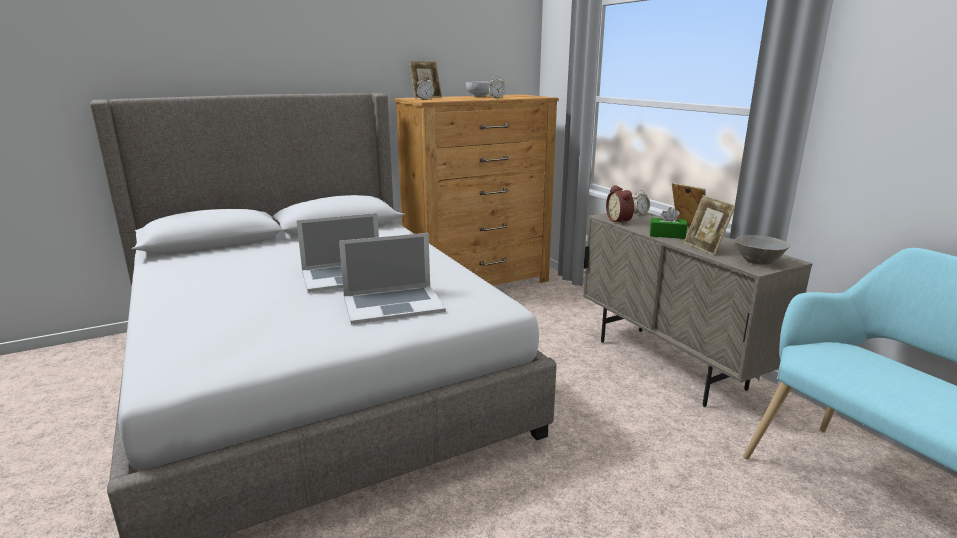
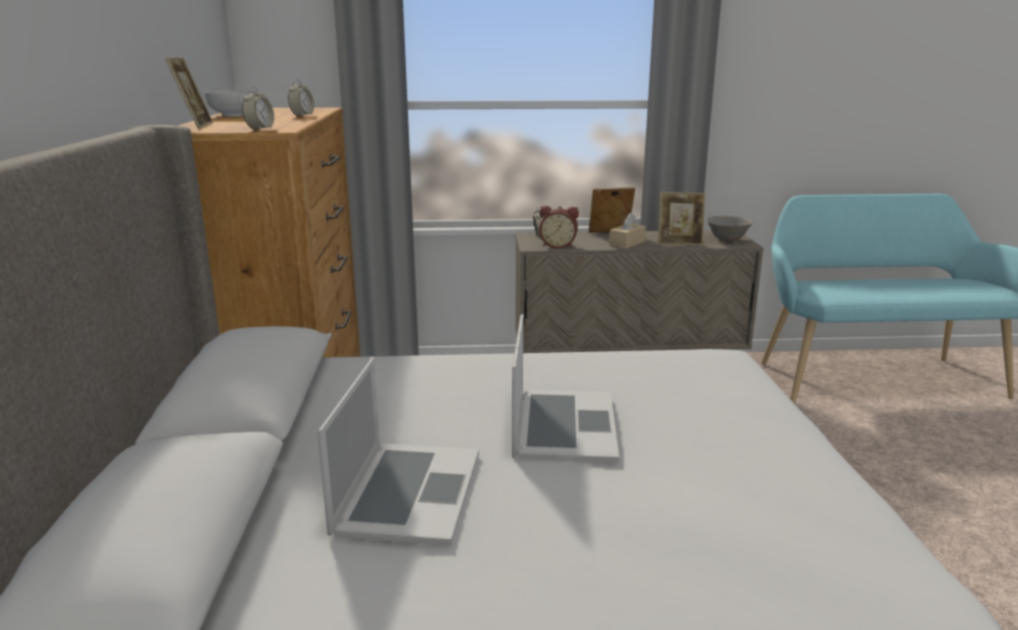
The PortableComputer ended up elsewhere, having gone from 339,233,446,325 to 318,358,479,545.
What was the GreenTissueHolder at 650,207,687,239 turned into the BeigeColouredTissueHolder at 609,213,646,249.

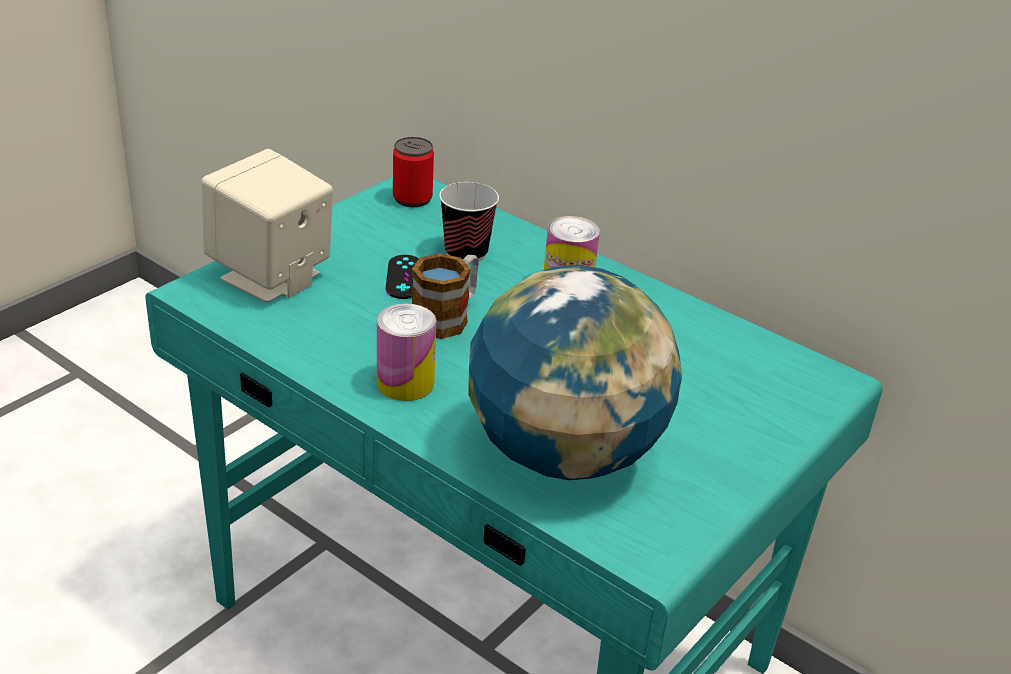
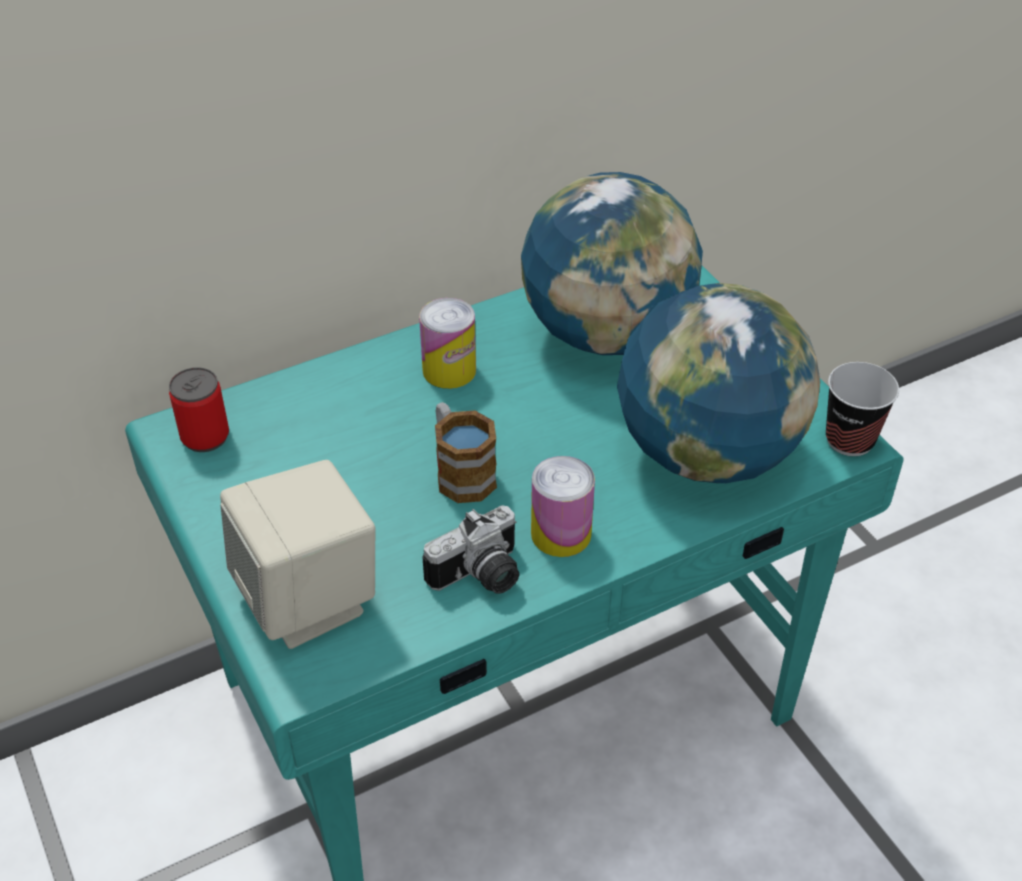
The second view lost the BlackishGamepad at 385,255,419,299.
The second view gained the PhotoCamera at 423,505,519,594.
The second view gained the DeskGlobe at 521,172,703,355.
The DrinkingCup ended up elsewhere, having gone from 439,182,499,264 to 826,362,899,456.

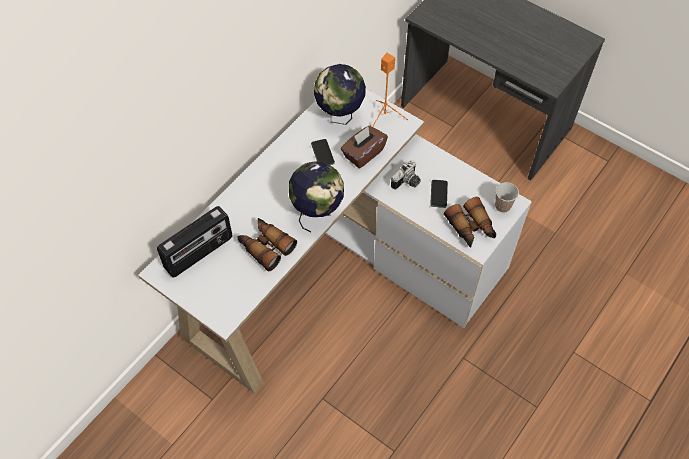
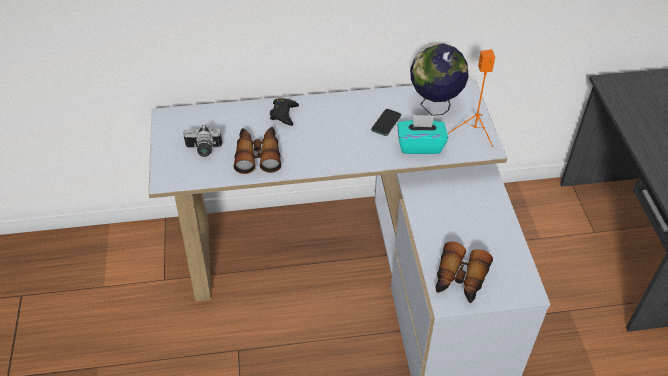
The second view lost the Radio at 157,206,232,278.
The second view lost the DeskGlobe at 289,161,344,232.
The second view lost the Telephone at 430,180,448,208.
The second view lost the DrinkingCup at 495,182,519,213.
The second view gained the BlackishGamepad at 270,98,299,126.
The PhotoCamera ended up elsewhere, having gone from 391,160,421,189 to 183,125,223,157.
What was the BrownTissueHolder at 341,126,388,168 turned into the TurquoiseColouredTissueHolder at 397,114,448,154.

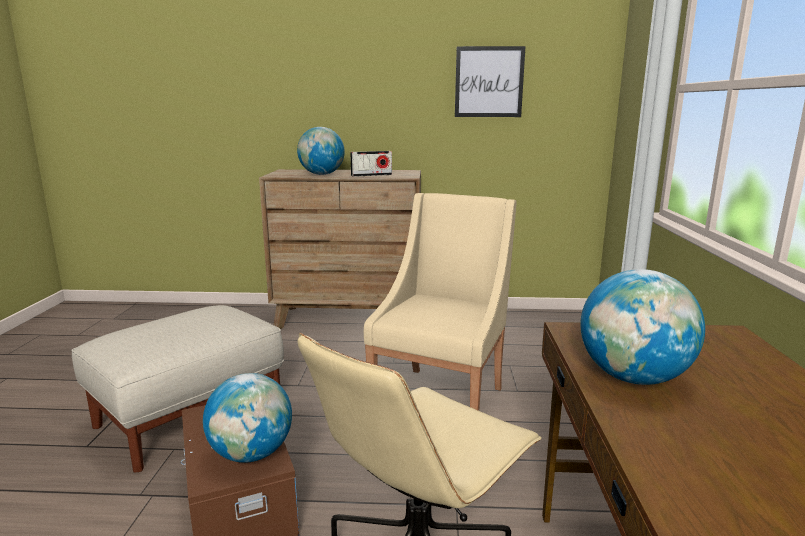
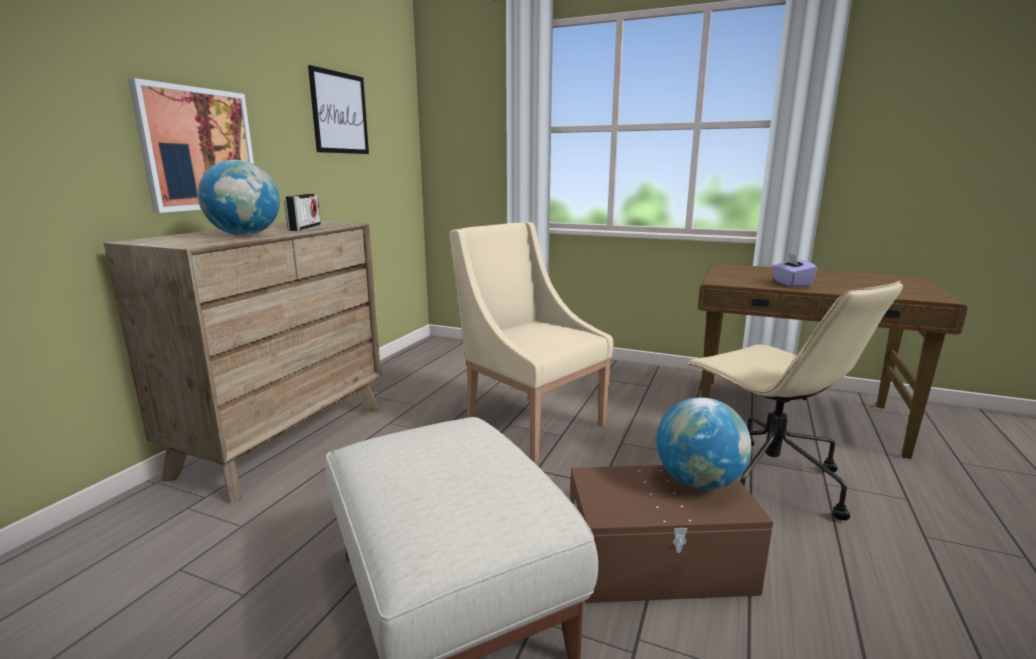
The second view gained the Picture at 128,78,254,213.
Where the DeskGlobe stood at 580,269,705,385, the PurplishTissueHolder came to stand at 772,253,817,287.

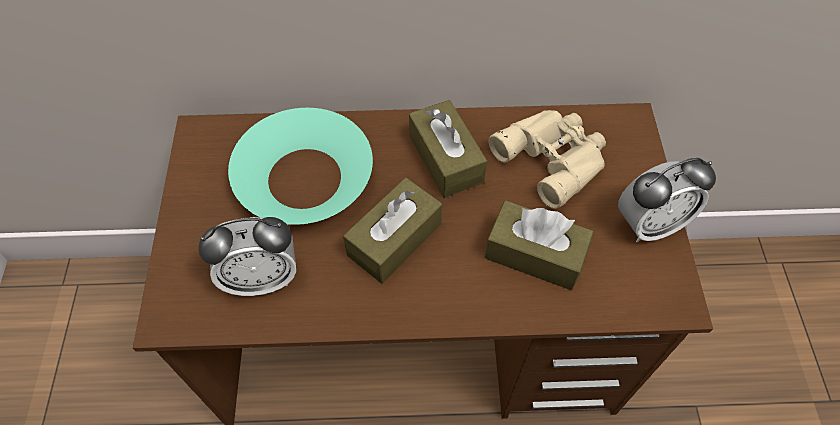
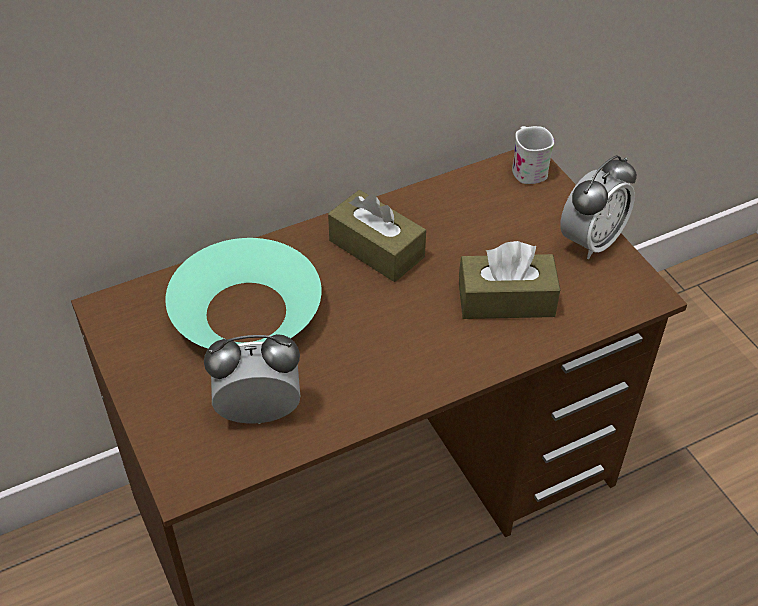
The second view lost the BrownTissueHolder at 343,178,442,283.
The second view lost the BeigeColouredPairOfBinoculars at 489,110,606,209.
The second view gained the WhiteColouredMug at 512,126,554,184.
The TableClock at 198,217,296,296 ended up facing another way, 150 degrees counterclockwise from before.

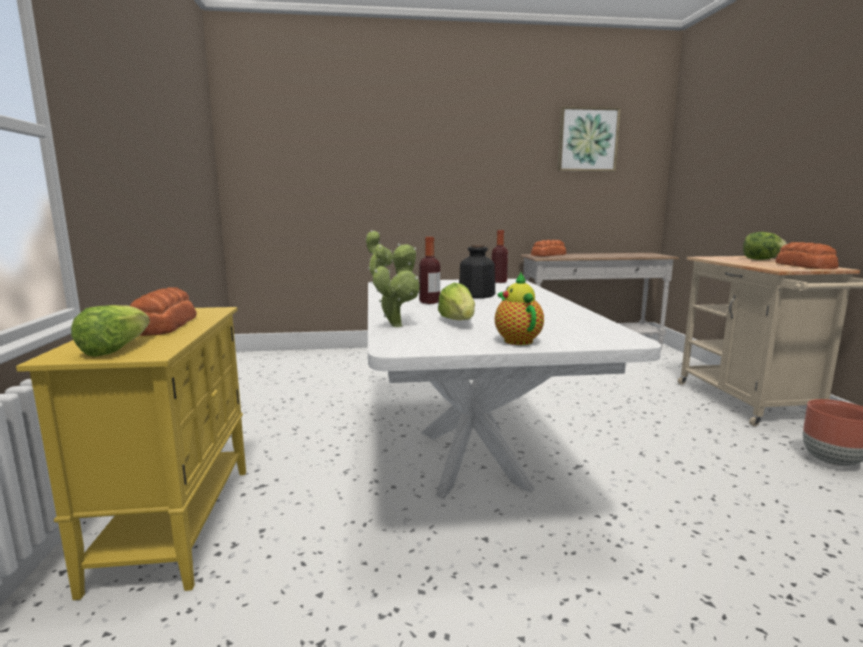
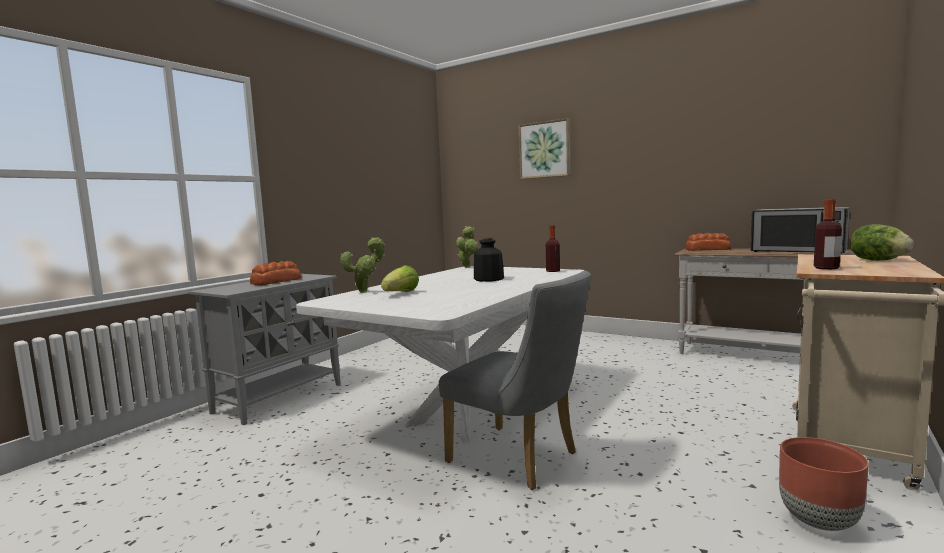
The second view lost the Lettuce at 71,305,150,357.
The second view lost the PotForTea at 495,272,544,345.
The second view lost the BakedBread at 775,242,838,269.
The second view gained the GrayUprightChair at 439,271,591,490.
The second view gained the KitchenMicrowave at 751,207,850,253.
The DrinkBottle ended up elsewhere, having gone from 419,237,440,304 to 814,199,842,269.
The Picture ended up elsewhere, having gone from 557,107,621,172 to 518,118,571,179.
What was the YellowishCupboard at 16,307,246,600 turned into the GrayCupboard at 189,274,341,425.

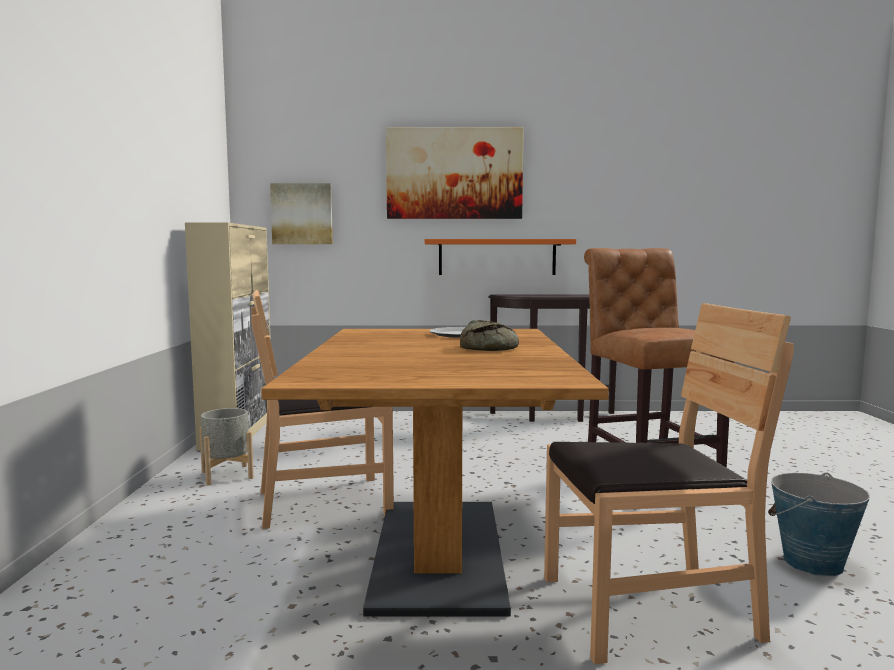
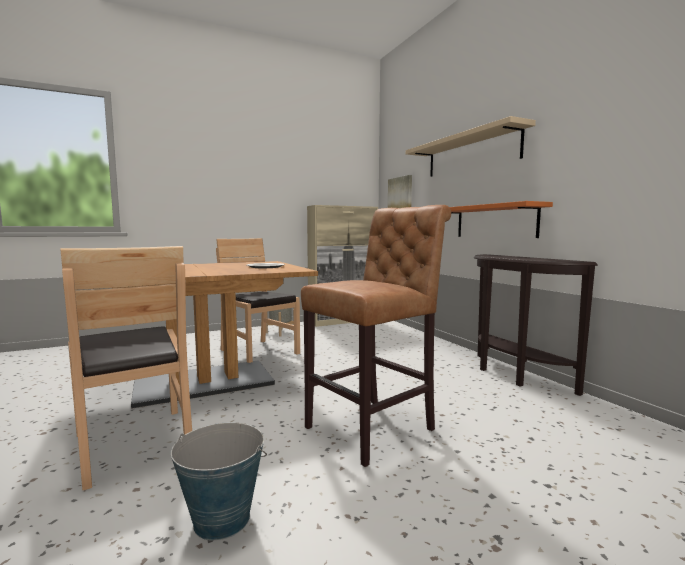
The second view lost the BakedBread at 460,320,519,351.
Where the Picture hung at 386,127,524,219, the BeigeColouredBracketShelf came to hang at 406,116,536,177.

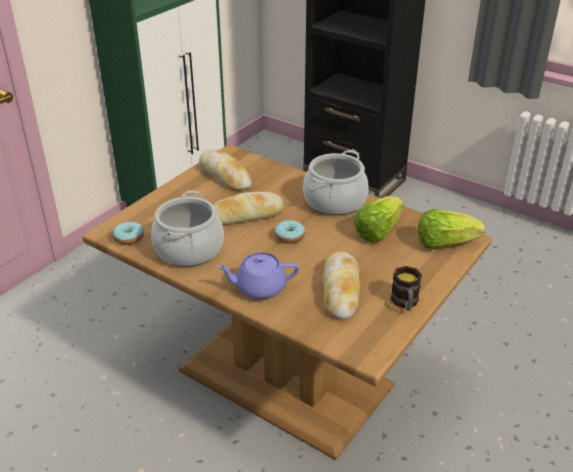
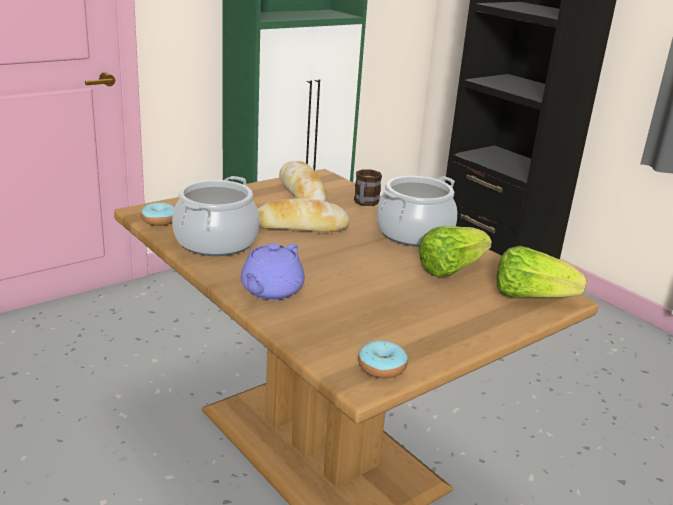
The second view lost the BakedBread at 323,252,360,319.
The Donut ended up elsewhere, having gone from 275,220,305,244 to 358,340,408,378.
The Mug ended up elsewhere, having gone from 391,266,422,311 to 354,169,382,206.
The PurplishPotForTea at 217,252,299,299 ended up facing another way, 75 degrees counterclockwise from before.

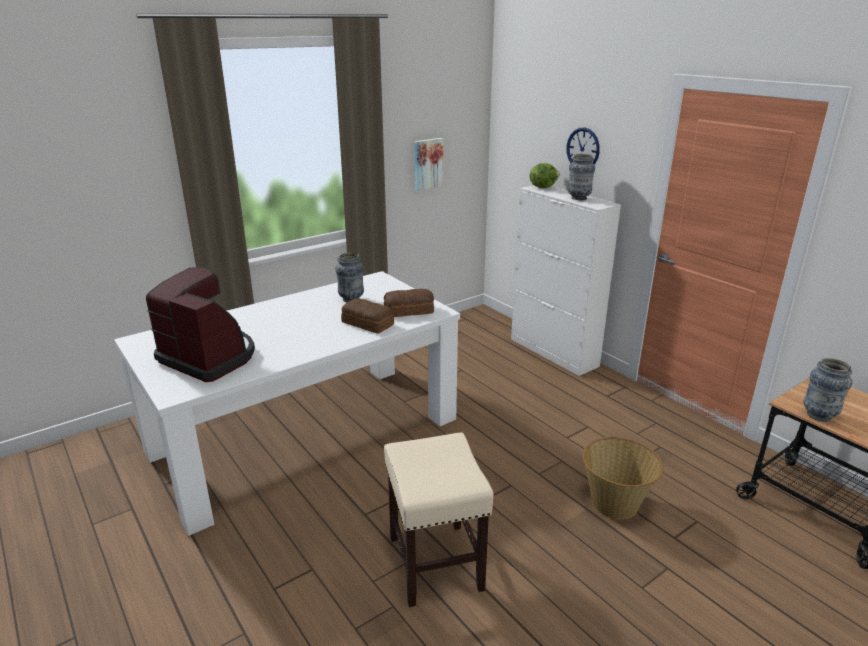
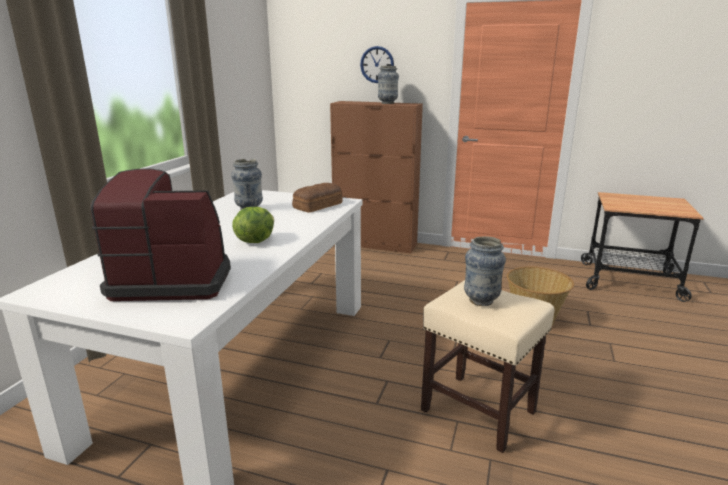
The second view lost the BakedBread at 341,298,394,333.
The second view lost the Picture at 414,138,443,191.
The Lettuce ended up elsewhere, having gone from 530,163,560,188 to 232,207,274,243.
The Vase ended up elsewhere, having gone from 803,358,852,422 to 464,236,506,306.
What was the WhiteColouredCupboard at 511,185,621,376 turned into the BrownCupboard at 330,101,423,253.

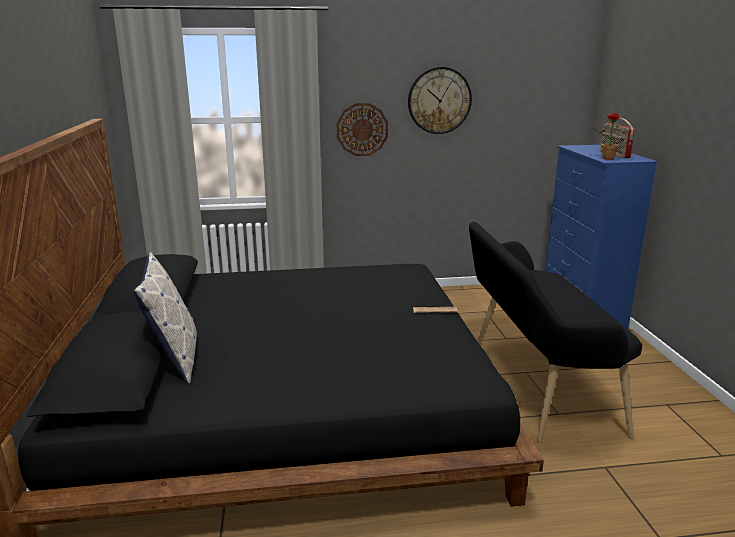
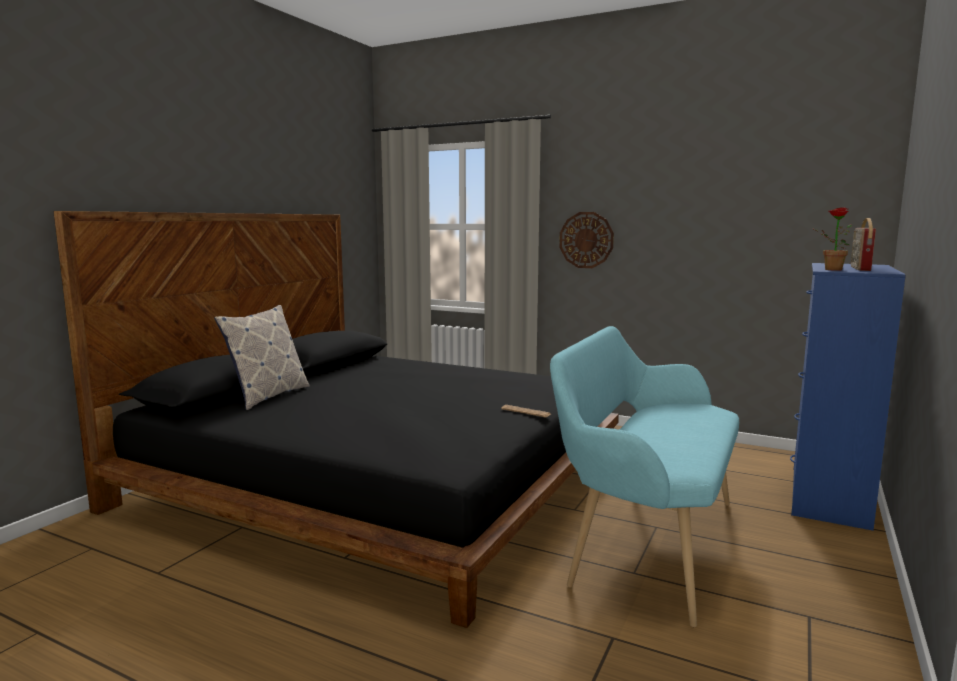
The second view lost the WallClock at 408,67,472,134.
What was the BlackishIndoorBench at 469,222,642,442 turned into the TurquoiseColouredIndoorBench at 550,326,739,627.

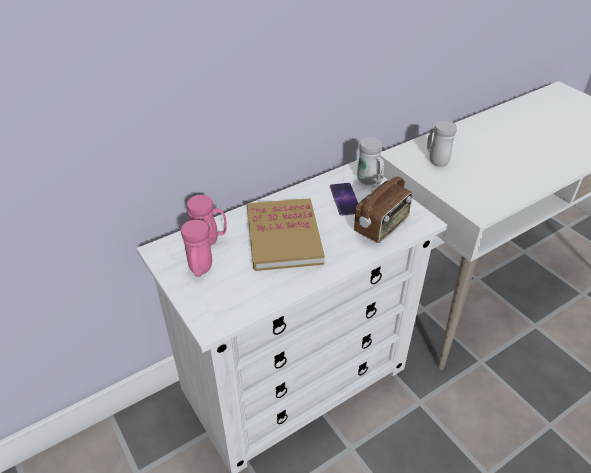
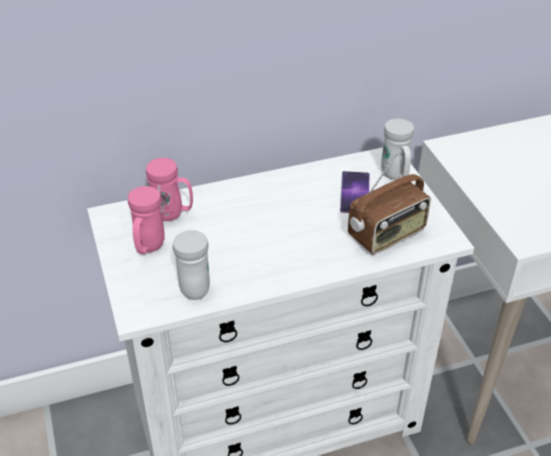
The second view lost the BoundBook at 247,198,325,271.
The WhiteColouredMug ended up elsewhere, having gone from 427,121,457,167 to 173,230,210,300.

